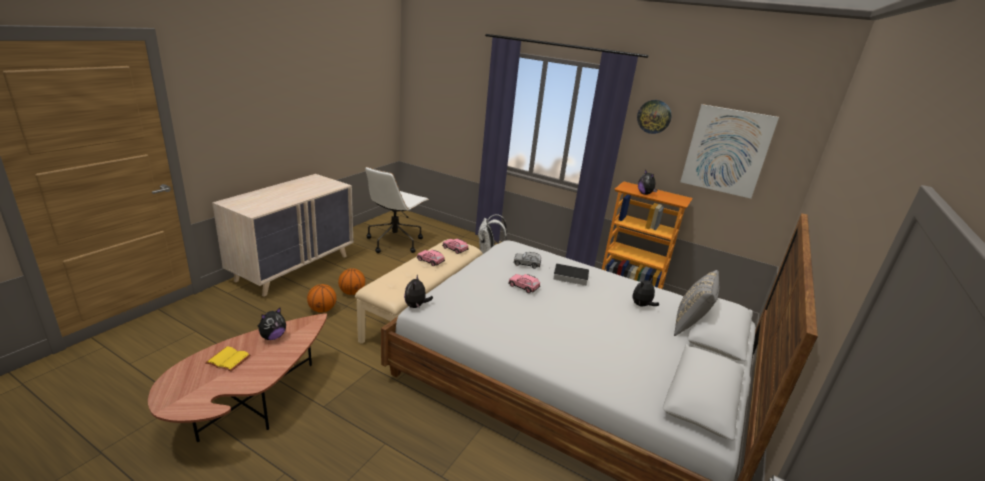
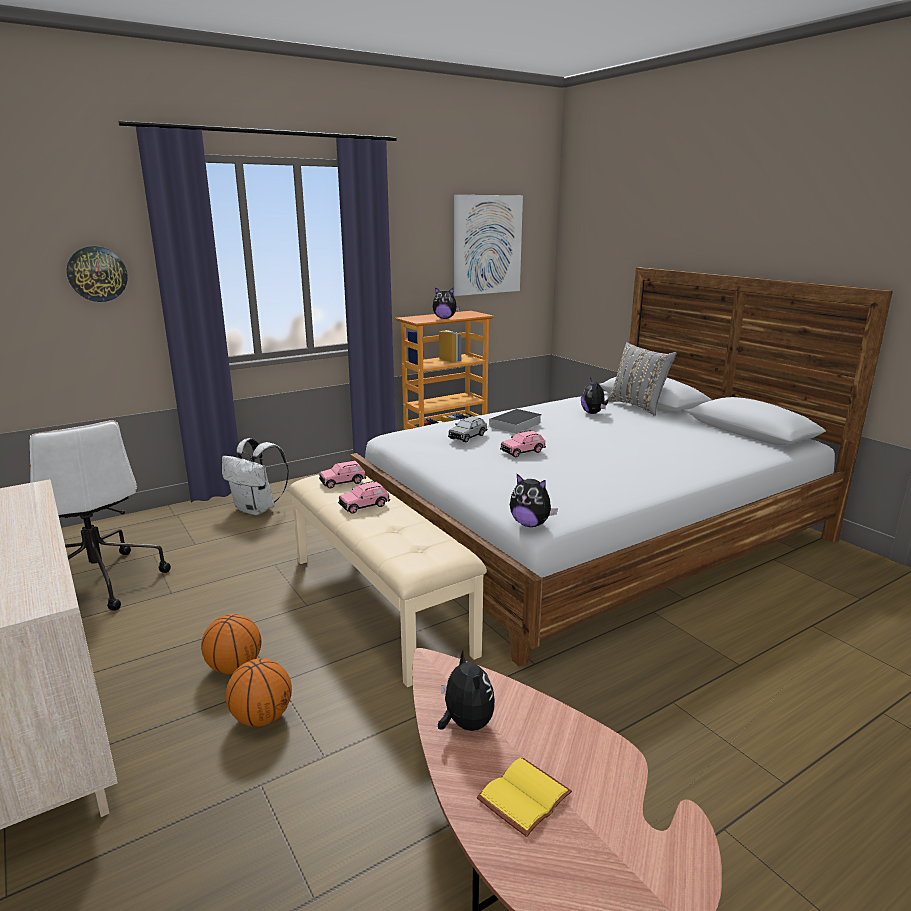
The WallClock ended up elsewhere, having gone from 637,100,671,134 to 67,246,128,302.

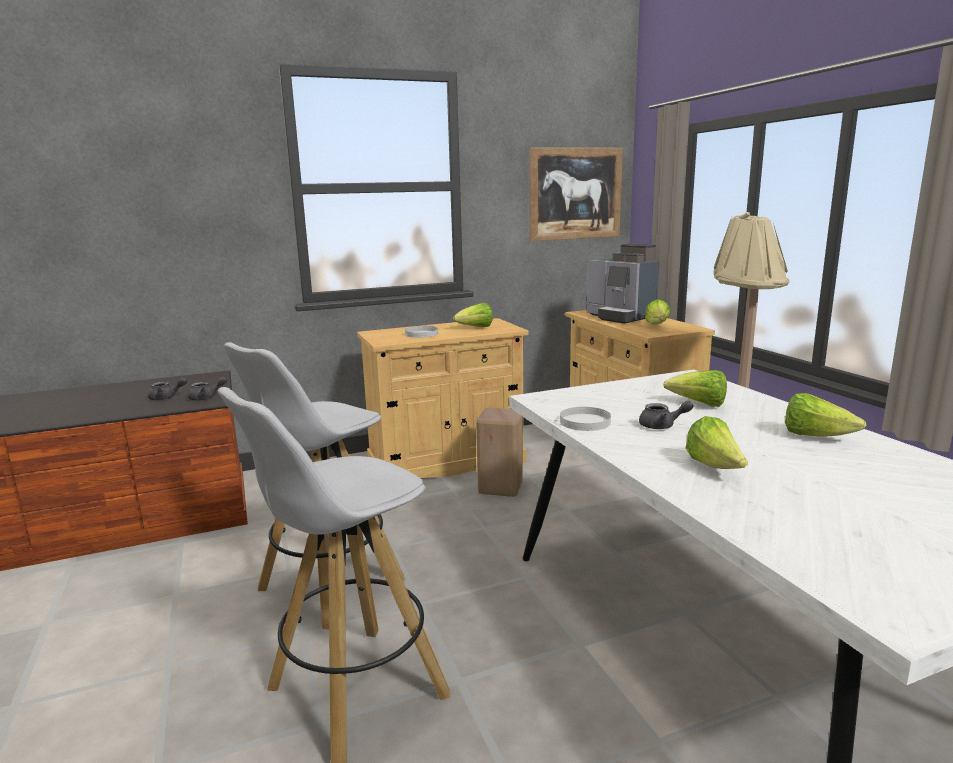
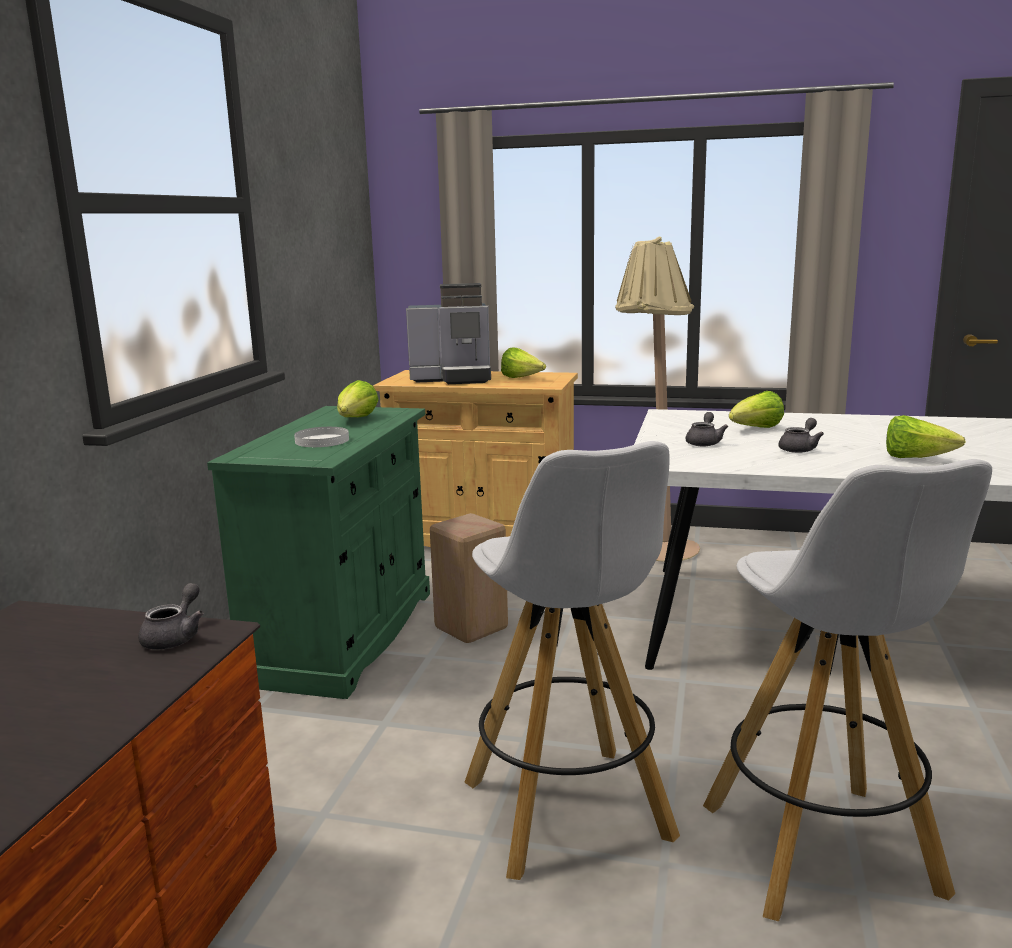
The second view lost the Picture at 529,147,623,241.
The second view lost the WhiteColouredPlate at 560,407,611,431.
The second view lost the Lettuce at 785,393,866,437.
The GrayPotForTea ended up elsewhere, having gone from 148,377,187,400 to 686,412,728,446.
What was the BeigeColouredCupboard at 357,318,528,478 turned into the GreenCupboard at 207,406,430,699.

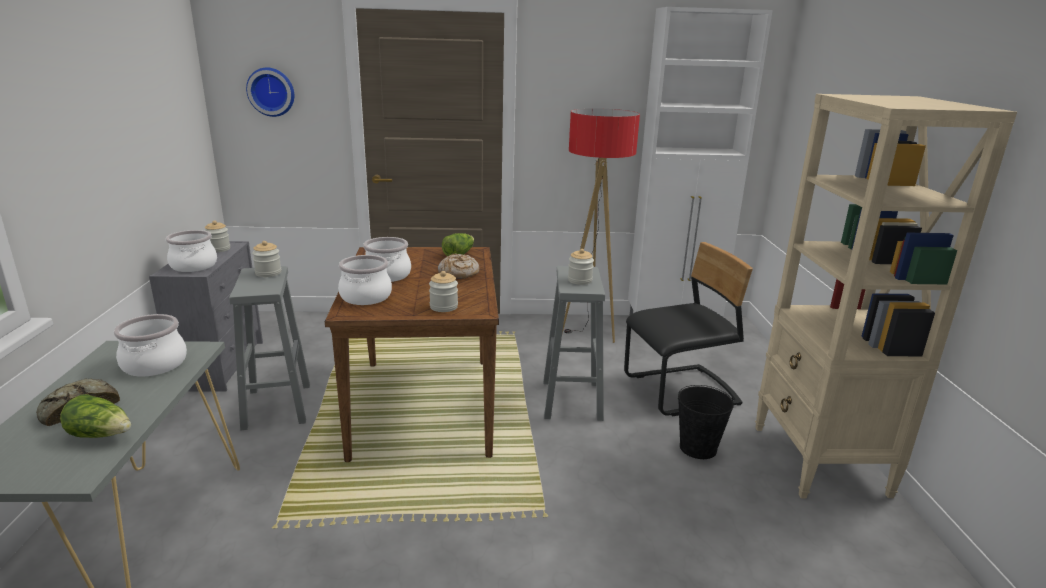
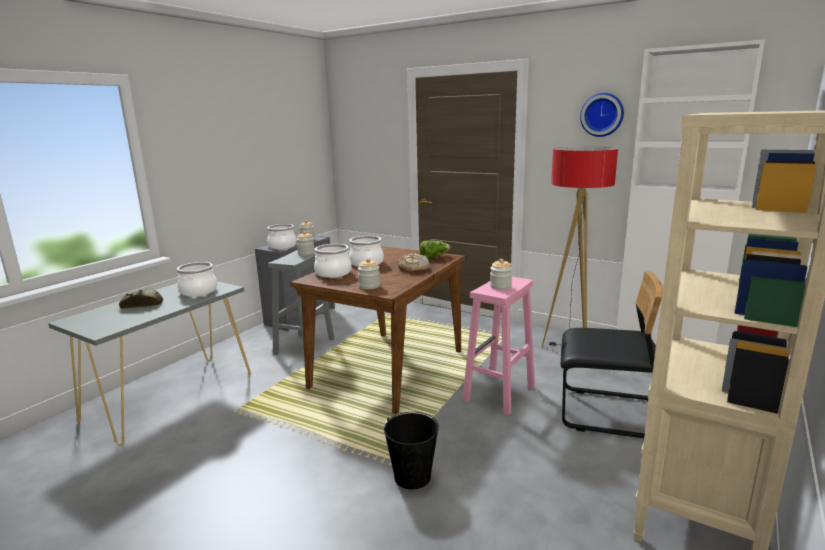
The second view lost the Lettuce at 60,394,131,438.
The WallClock ended up elsewhere, having gone from 246,68,294,117 to 580,93,624,137.
The BlackishPail ended up elsewhere, having gone from 678,385,734,459 to 384,412,439,489.
What was the GrayStoolSeat at 543,266,605,421 turned into the PinkishStoolSeat at 462,277,535,415.

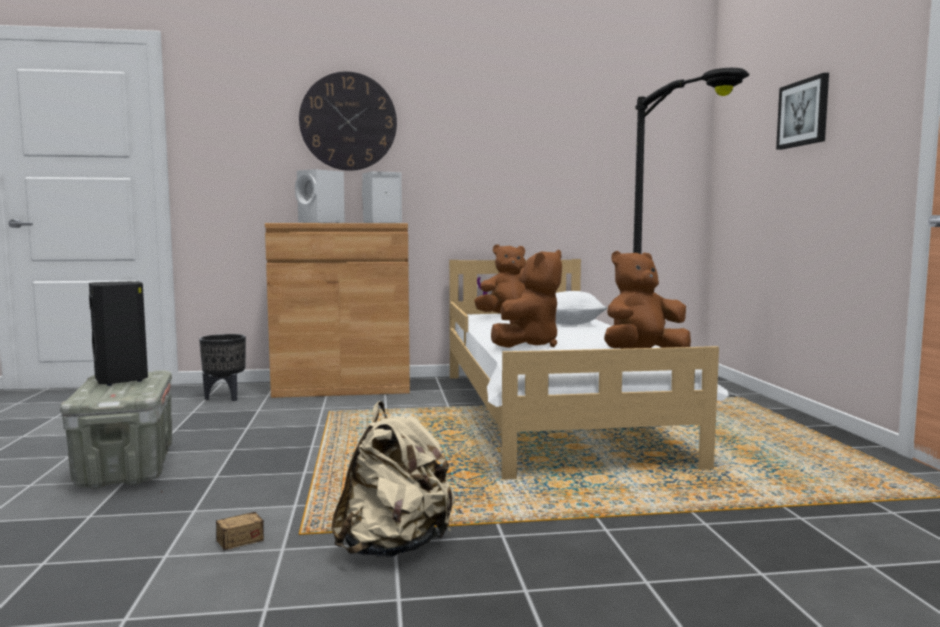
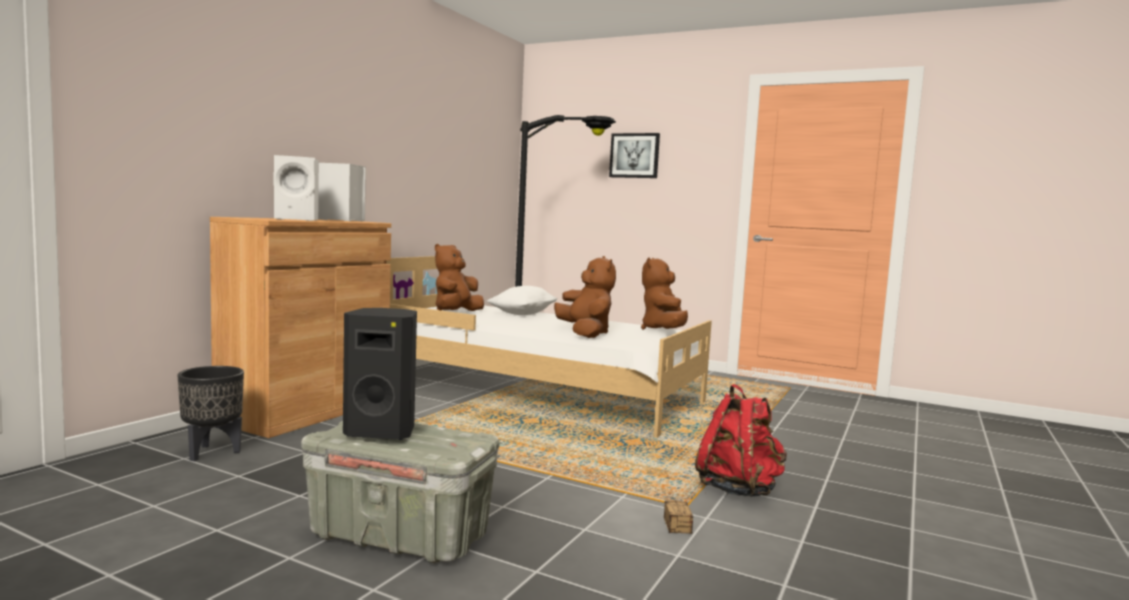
The second view lost the WallClock at 299,71,397,171.
What was the BeigeColouredBackpack at 331,401,455,558 turned into the ReddishBackpack at 695,384,787,497.

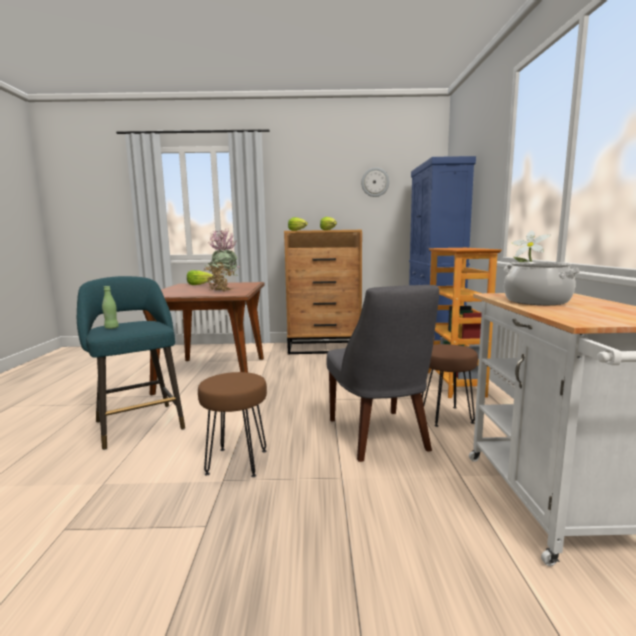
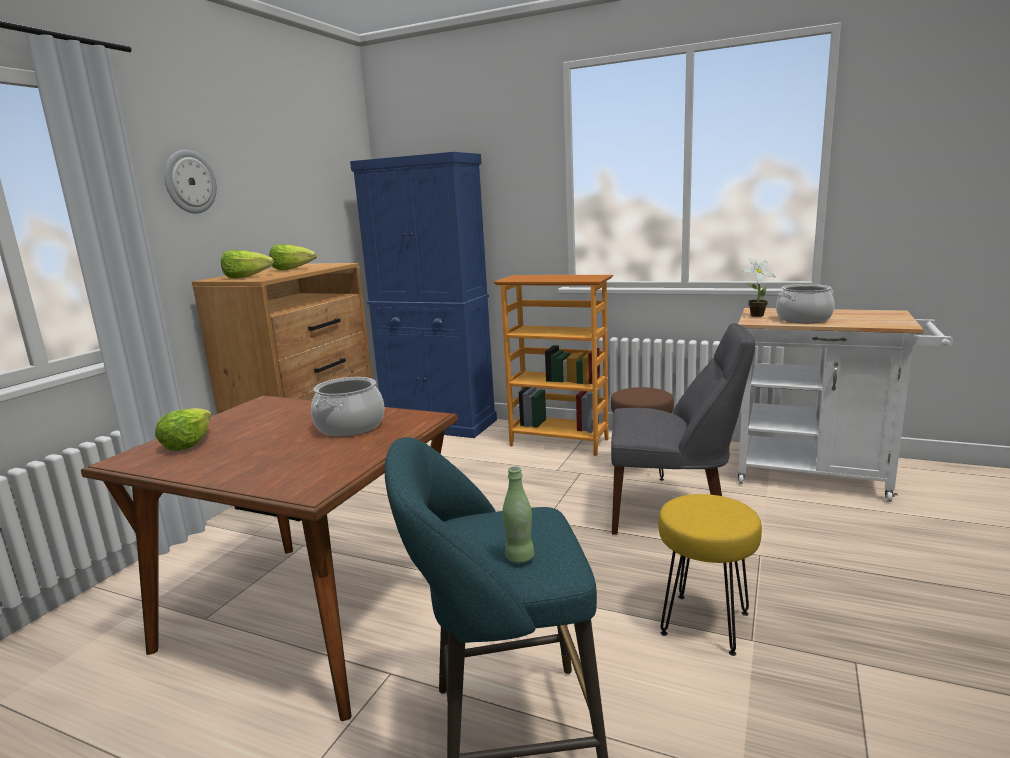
The WallClock ended up elsewhere, having gone from 361,167,390,197 to 164,150,217,214.
Where the PlantInAPot stood at 204,228,239,292, the Stockpot came to stand at 311,377,384,436.
What was the BrownStoolSeat at 198,372,267,477 turned into the YellowishStoolSeat at 658,494,762,656.

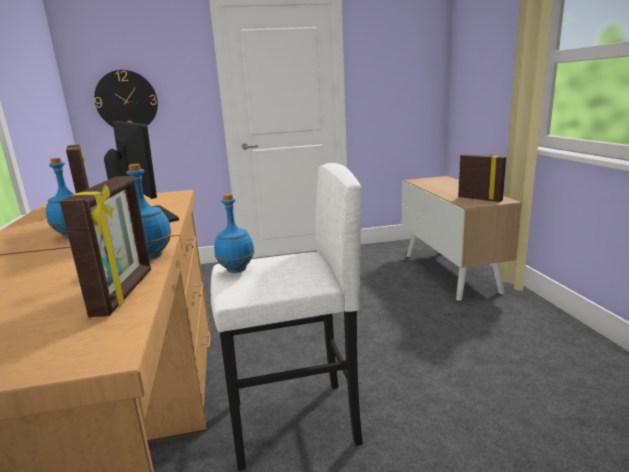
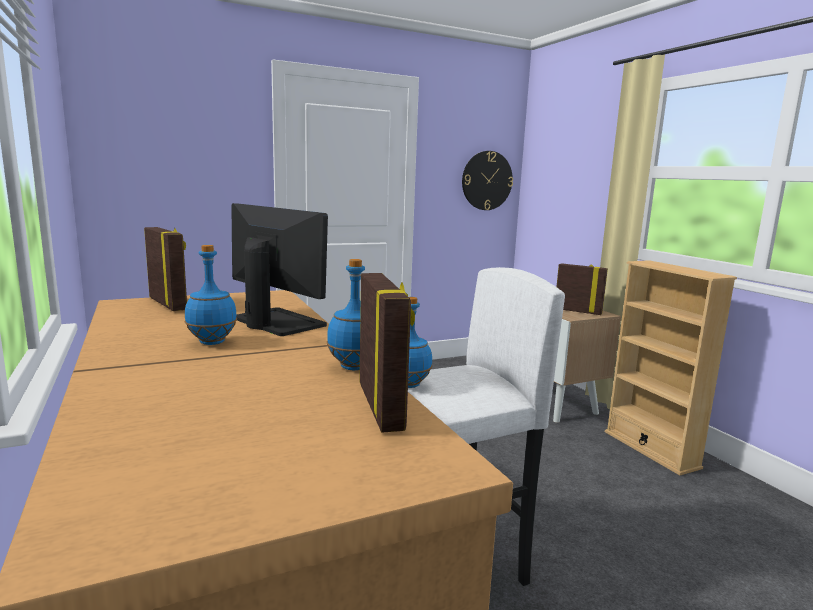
The second view gained the BeigeColouredBookshelf at 605,260,737,476.
The WallClock ended up elsewhere, having gone from 94,70,158,127 to 462,151,513,210.

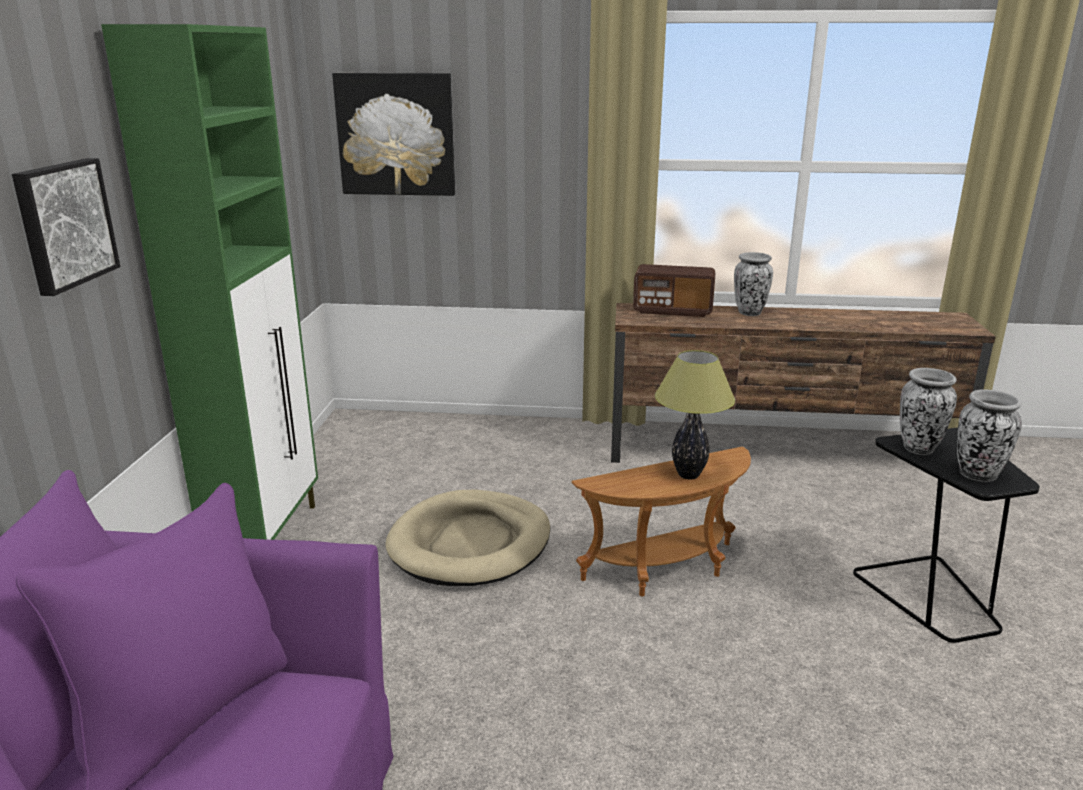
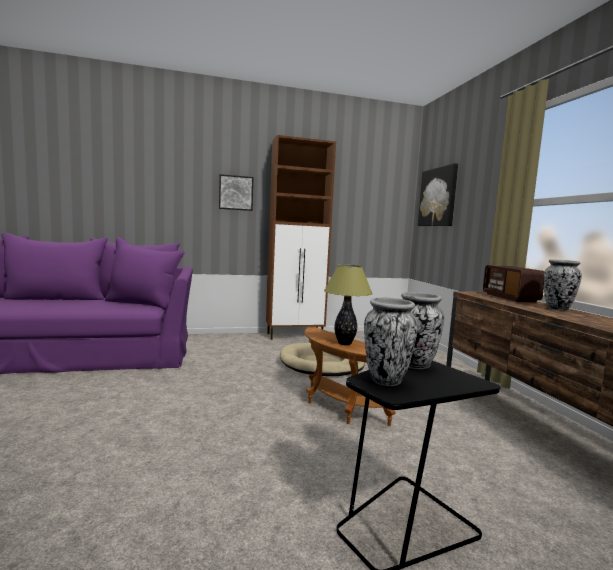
What was the GreenCupboard at 101,24,318,540 turned into the BrownCupboard at 266,135,336,340.

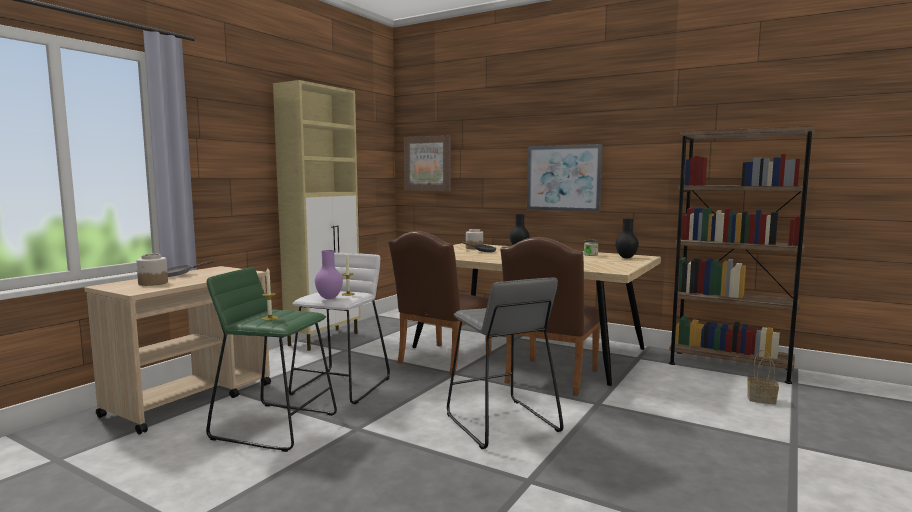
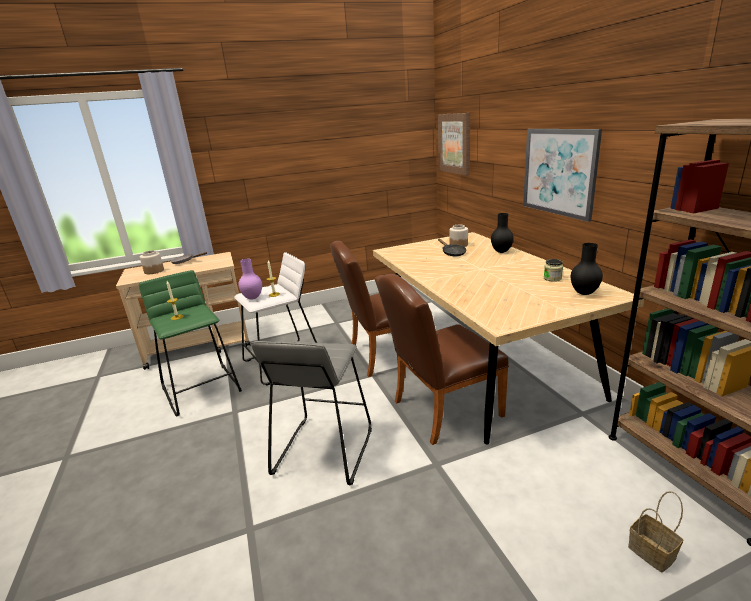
The second view lost the BeigeColouredCupboard at 273,80,361,351.

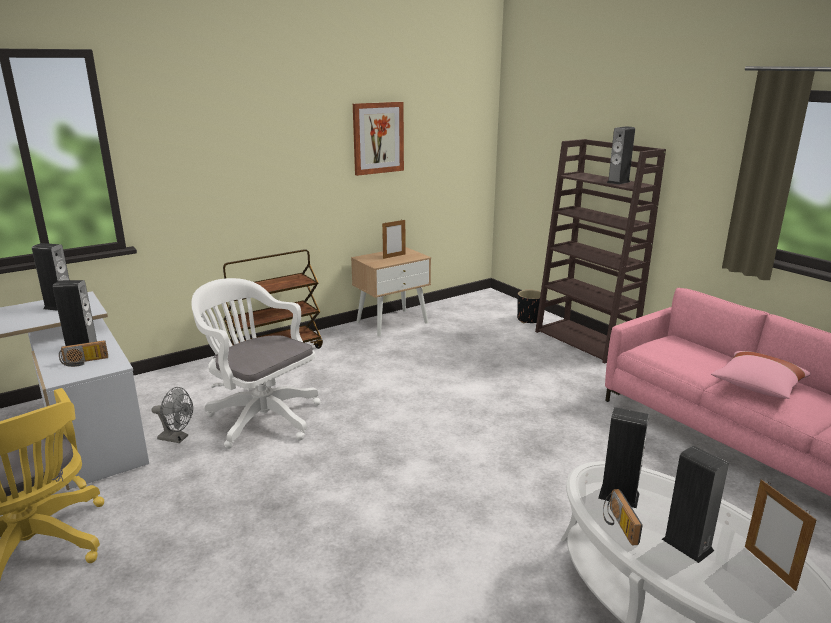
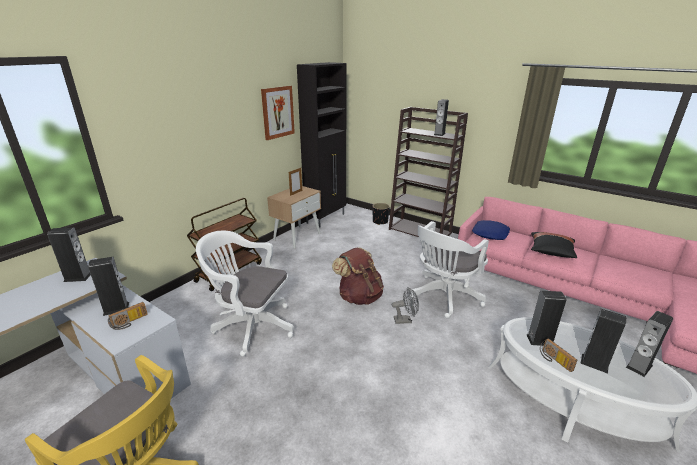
The second view gained the BlackishCupboard at 297,62,347,228.
The second view gained the BrownBackpack at 332,248,384,305.
The second view gained the WhiteColouredComputerChair at 410,221,489,319.
The second view gained the BluishThrowPillow at 472,220,510,240.
The GrayElectricFan ended up elsewhere, having gone from 152,387,193,443 to 392,287,419,324.
Where the PhotoFrame stood at 745,479,817,591, the AudioSpeaker came to stand at 626,311,673,377.
What was the PinkishThrowPillow at 711,351,811,399 turned into the BlackishThrowPillow at 531,232,577,258.

